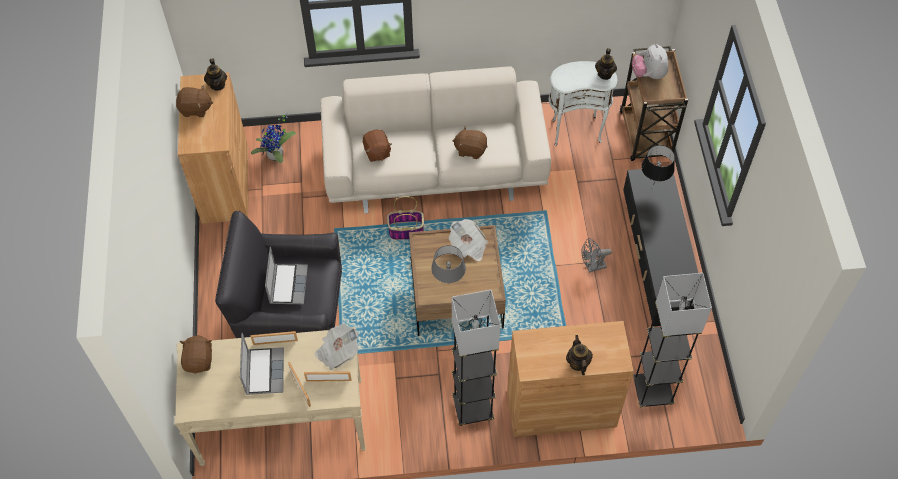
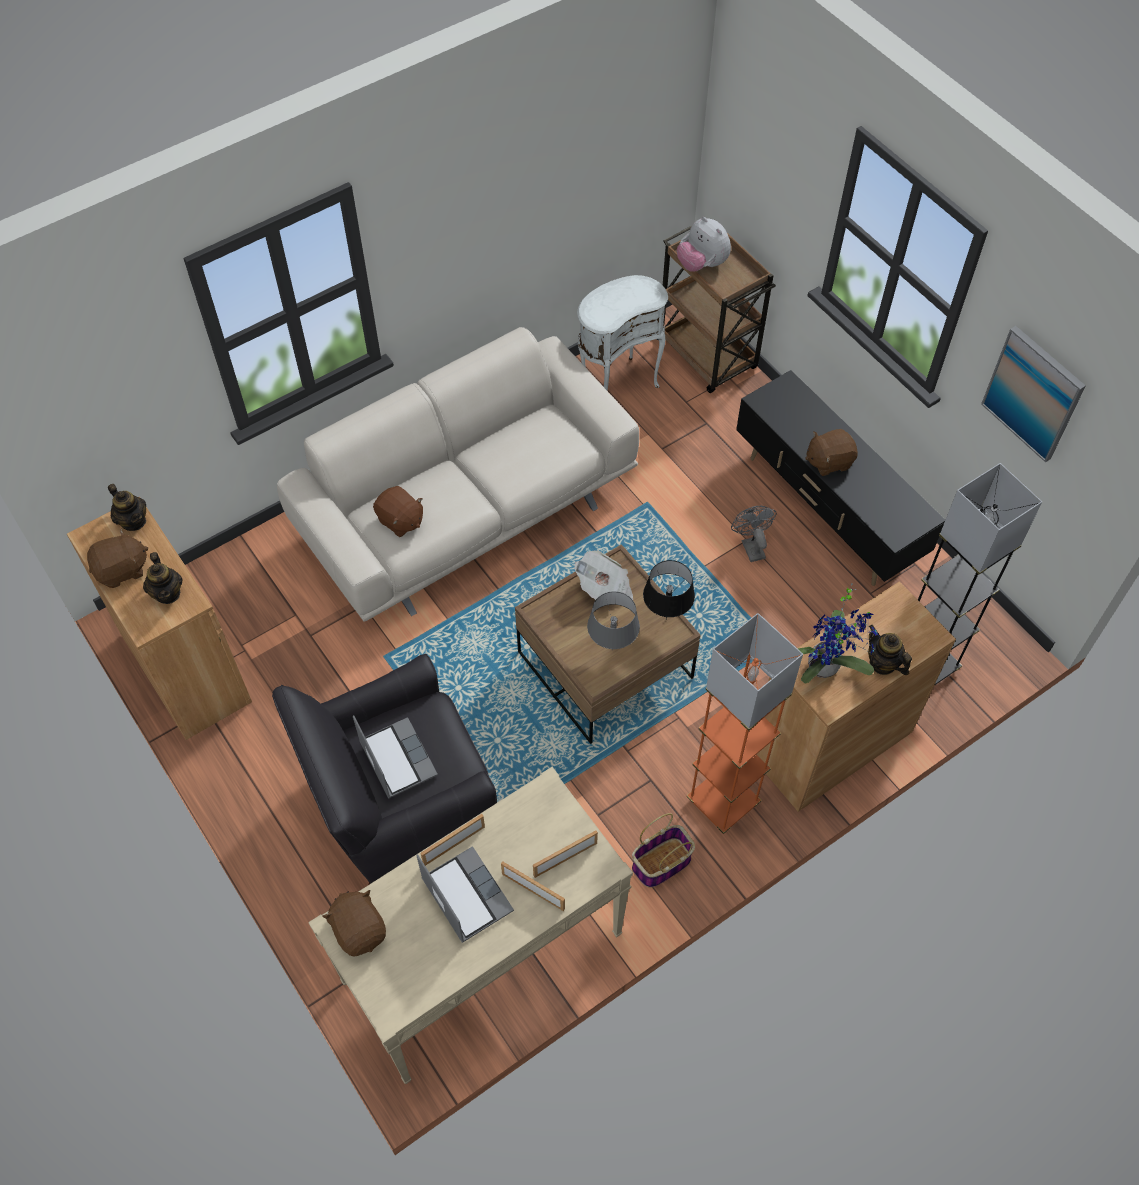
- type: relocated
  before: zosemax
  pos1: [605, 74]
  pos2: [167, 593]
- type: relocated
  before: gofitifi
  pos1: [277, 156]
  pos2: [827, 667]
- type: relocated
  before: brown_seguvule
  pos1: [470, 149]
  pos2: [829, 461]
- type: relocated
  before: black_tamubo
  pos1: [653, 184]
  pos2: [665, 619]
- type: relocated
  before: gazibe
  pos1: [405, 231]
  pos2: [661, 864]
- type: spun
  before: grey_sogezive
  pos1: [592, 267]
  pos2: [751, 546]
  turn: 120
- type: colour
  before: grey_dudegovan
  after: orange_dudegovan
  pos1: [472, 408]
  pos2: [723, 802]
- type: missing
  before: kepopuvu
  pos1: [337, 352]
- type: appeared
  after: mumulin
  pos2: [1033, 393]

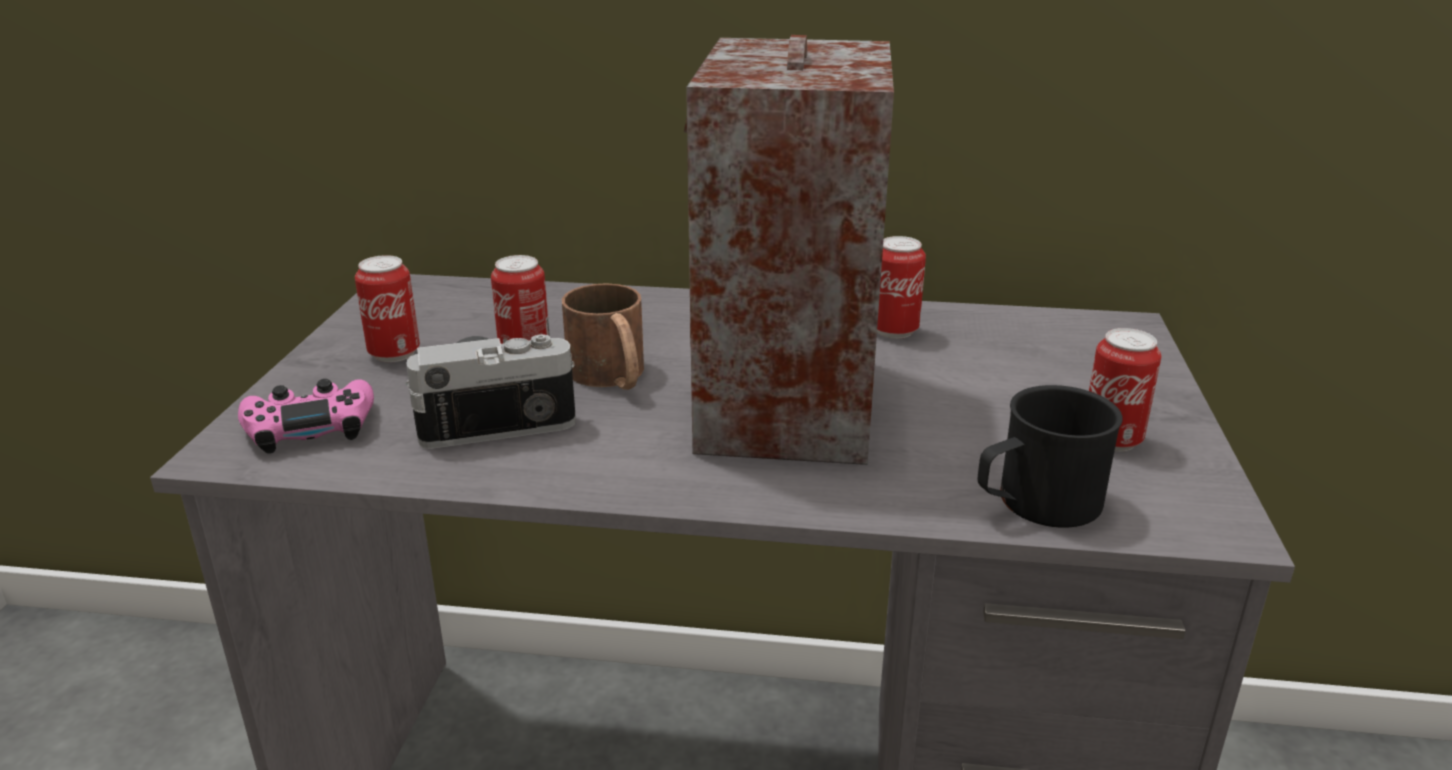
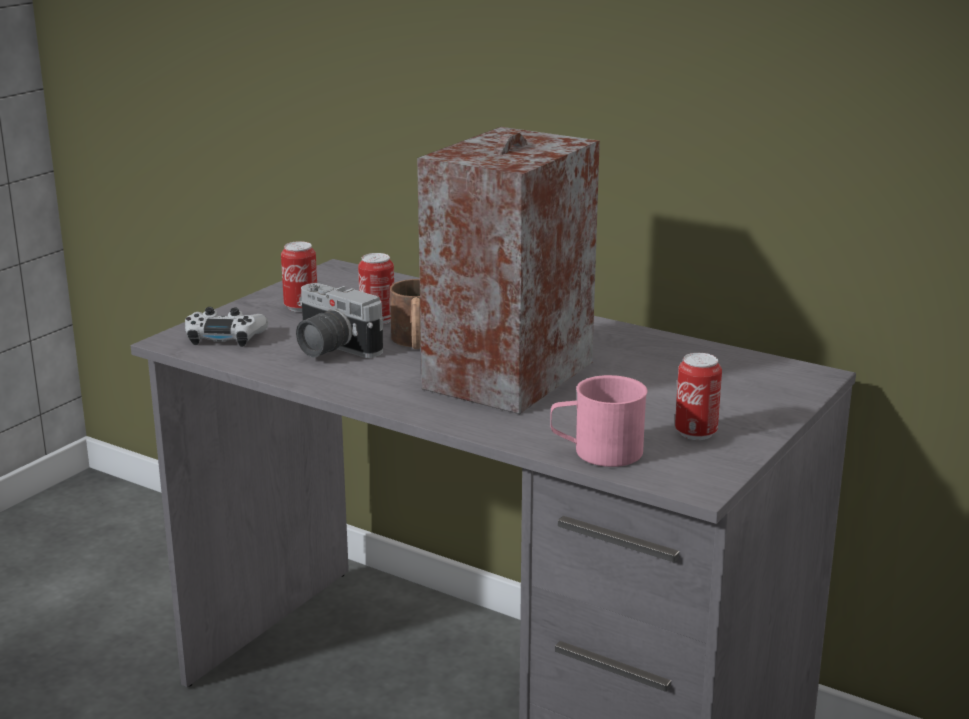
- type: missing
  before: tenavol
  pos1: [894, 331]
- type: spun
  before: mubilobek
  pos1: [495, 415]
  pos2: [329, 349]
  turn: -150
- type: colour
  before: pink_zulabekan
  after: white_zulabekan
  pos1: [310, 428]
  pos2: [225, 337]
- type: colour
  before: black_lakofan
  after: pink_lakofan
  pos1: [1035, 504]
  pos2: [597, 452]

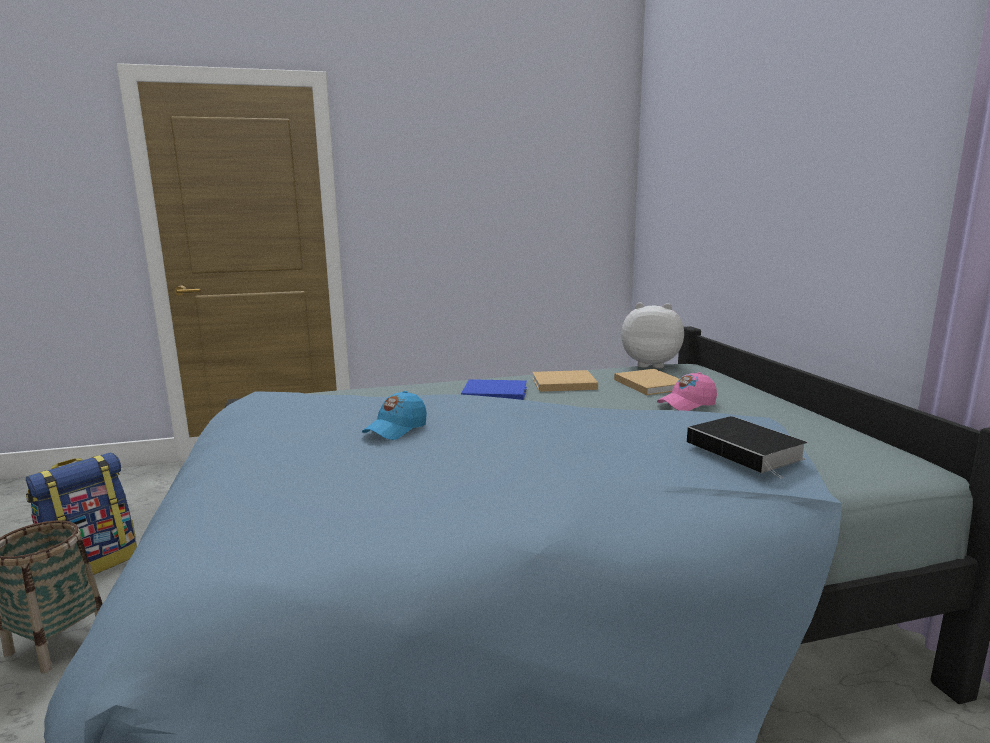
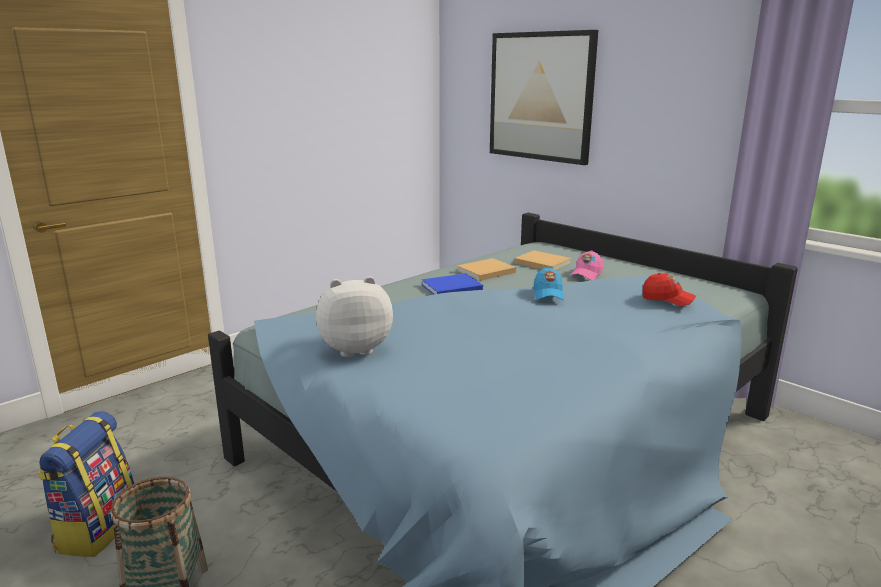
- type: relocated
  before: seguvule
  pos1: [650, 364]
  pos2: [355, 349]
- type: relocated
  before: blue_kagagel
  pos1: [396, 429]
  pos2: [548, 294]
- type: exchanged
  before: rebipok
  after: red_kagagel
  pos1: [747, 451]
  pos2: [668, 299]
- type: appeared
  after: mumulin
  pos2: [541, 97]

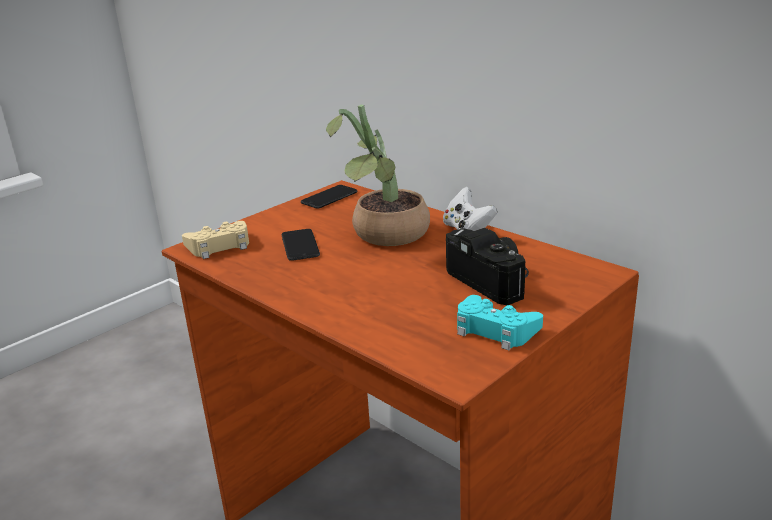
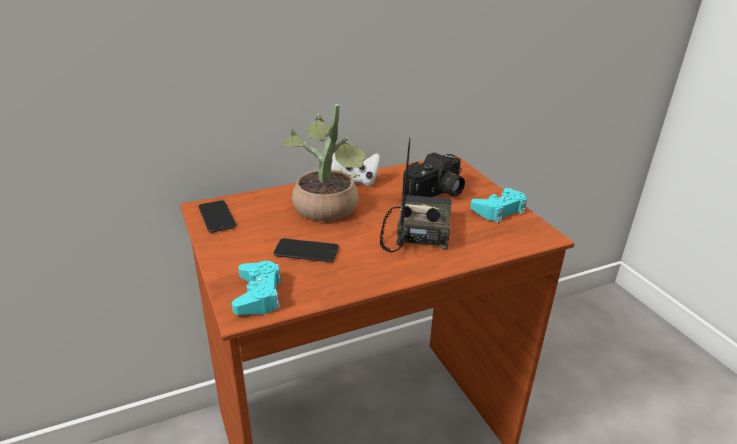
- type: colour
  before: beige_zulabekan
  after: turquoise_zulabekan
  pos1: [219, 246]
  pos2: [258, 294]
- type: spun
  before: mubilobek
  pos1: [492, 280]
  pos2: [436, 194]
  turn: 150
- type: appeared
  after: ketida
  pos2: [416, 232]

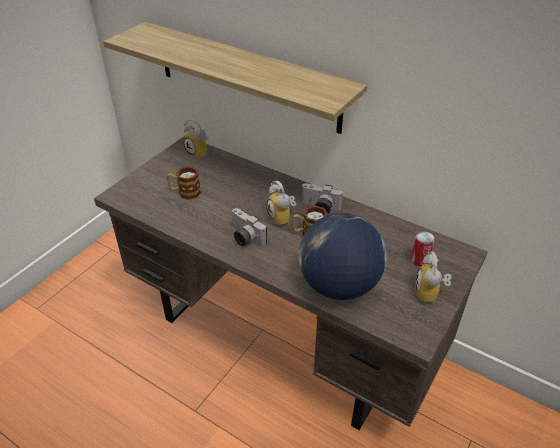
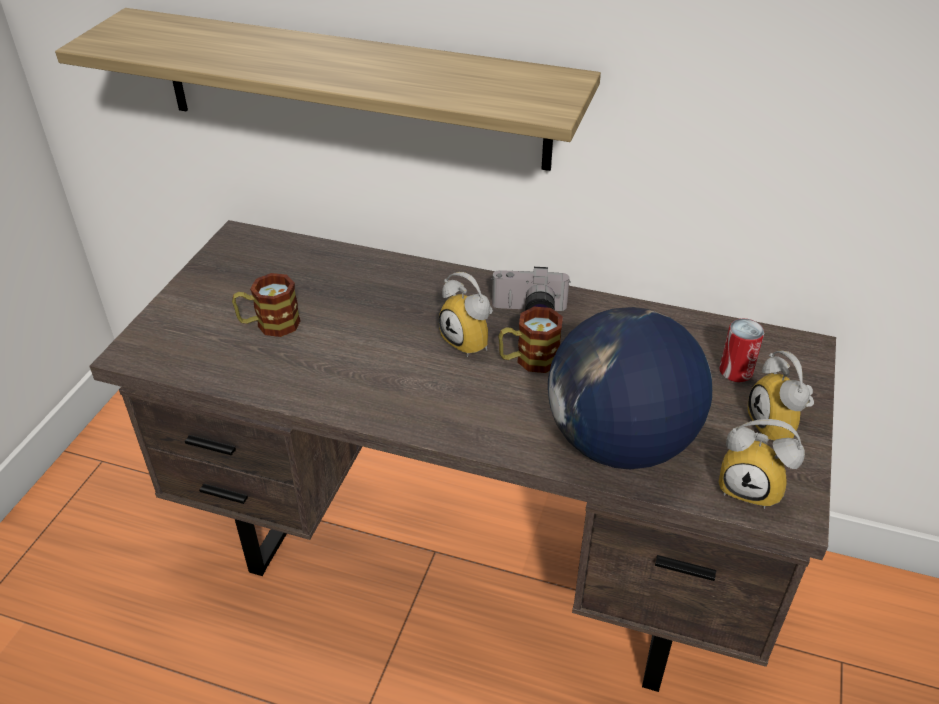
- type: relocated
  before: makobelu
  pos1: [200, 153]
  pos2: [752, 487]
- type: missing
  before: mubilobek
  pos1: [244, 238]

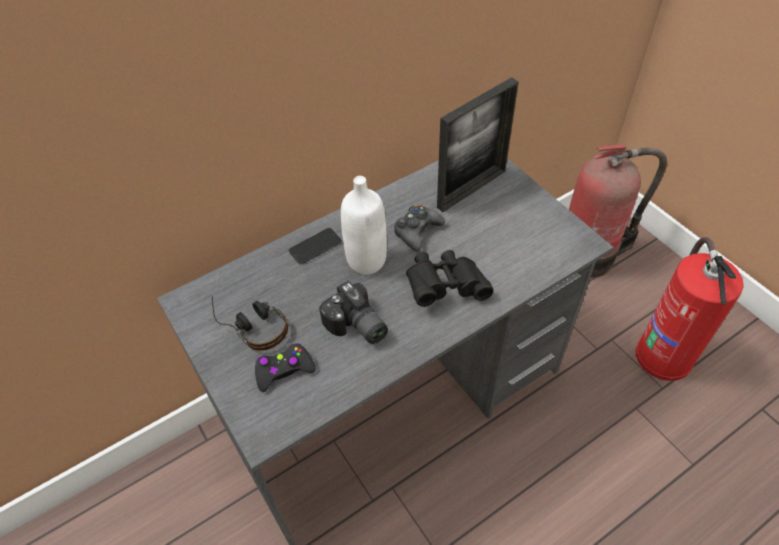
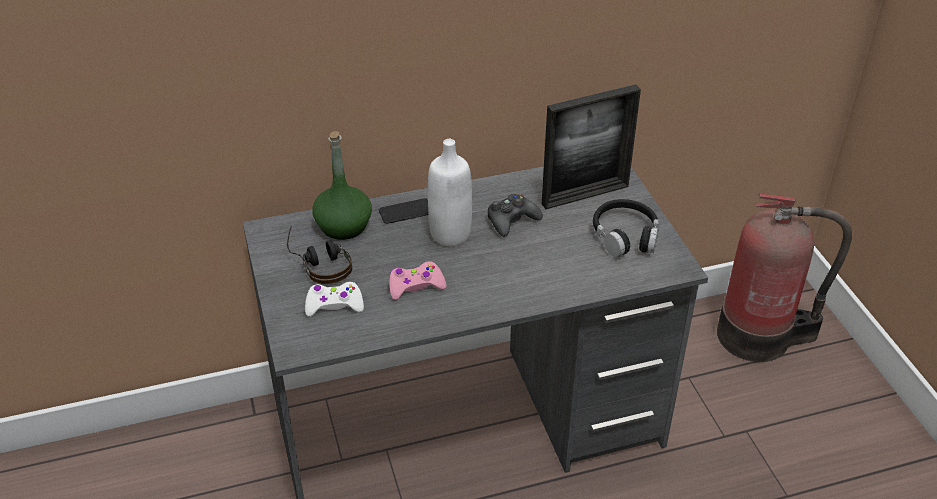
- type: missing
  before: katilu
  pos1: [663, 354]
- type: missing
  before: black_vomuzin
  pos1: [445, 287]
- type: exchanged
  before: mubilobek
  after: pink_zulabekan
  pos1: [356, 327]
  pos2: [415, 286]
- type: colour
  before: black_zulabekan
  after: white_zulabekan
  pos1: [284, 370]
  pos2: [334, 305]
- type: appeared
  after: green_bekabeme
  pos2: [343, 226]
- type: appeared
  after: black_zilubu
  pos2: [625, 235]

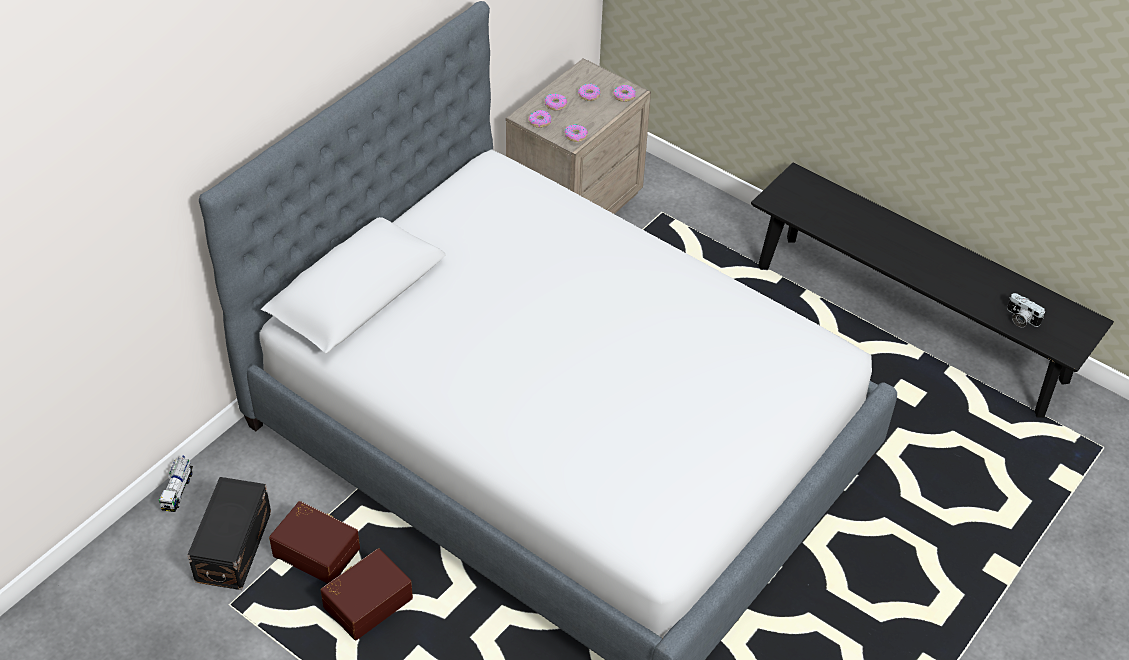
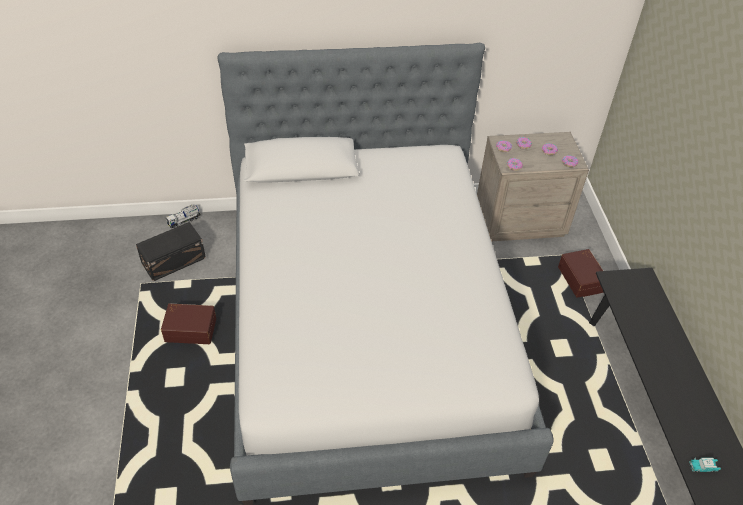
- type: exchanged
  before: mubilobek
  after: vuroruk
  pos1: [1020, 319]
  pos2: [703, 467]
- type: relocated
  before: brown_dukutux
  pos1: [317, 550]
  pos2: [581, 279]

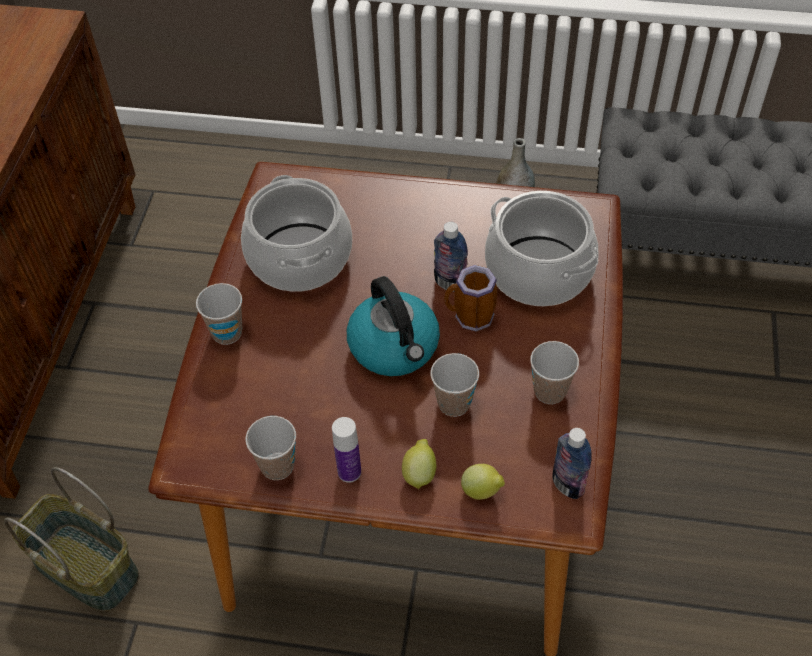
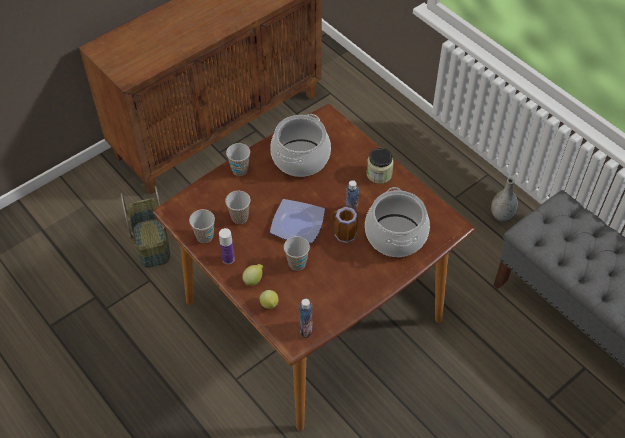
- type: exchanged
  before: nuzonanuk
  after: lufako
  pos1: [395, 347]
  pos2: [298, 223]
- type: relocated
  before: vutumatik
  pos1: [550, 391]
  pos2: [239, 217]
- type: appeared
  after: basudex
  pos2: [379, 174]

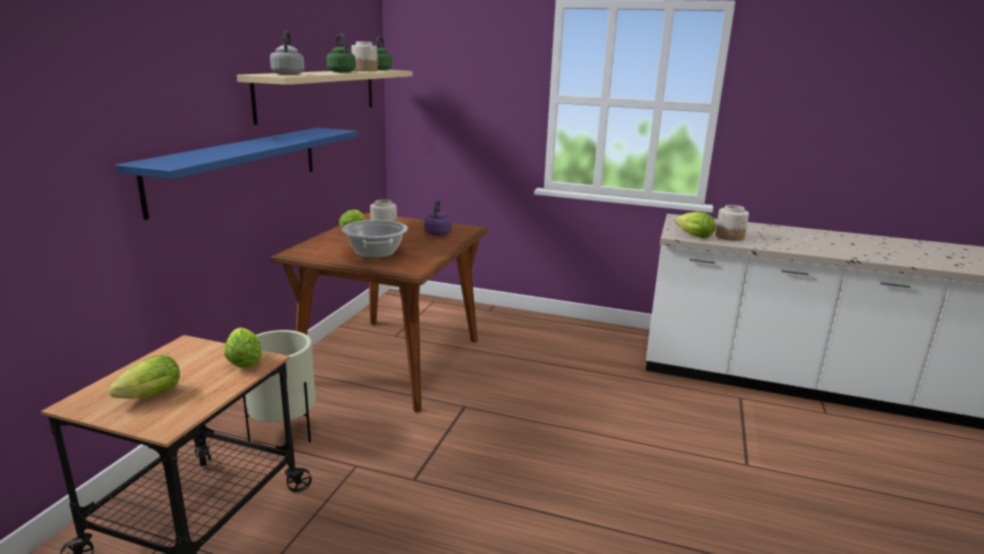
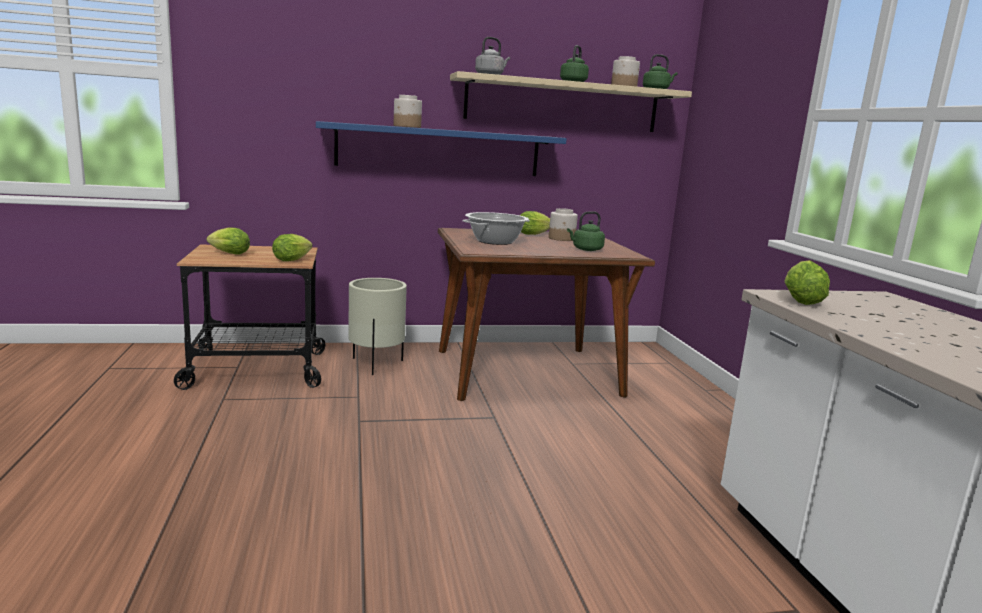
- type: colour
  before: purple_nuzonanuk
  after: green_nuzonanuk
  pos1: [437, 234]
  pos2: [586, 249]
- type: relocated
  before: basudex
  pos1: [730, 237]
  pos2: [407, 126]

